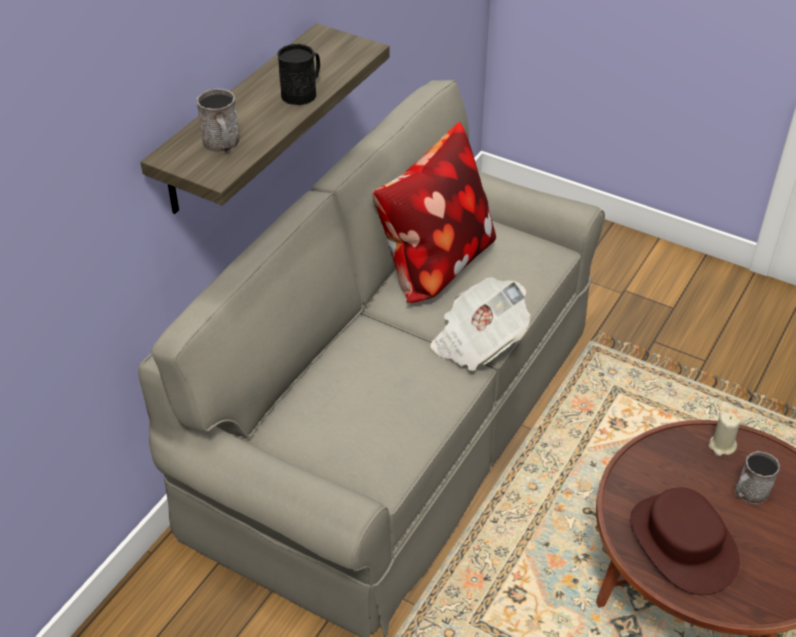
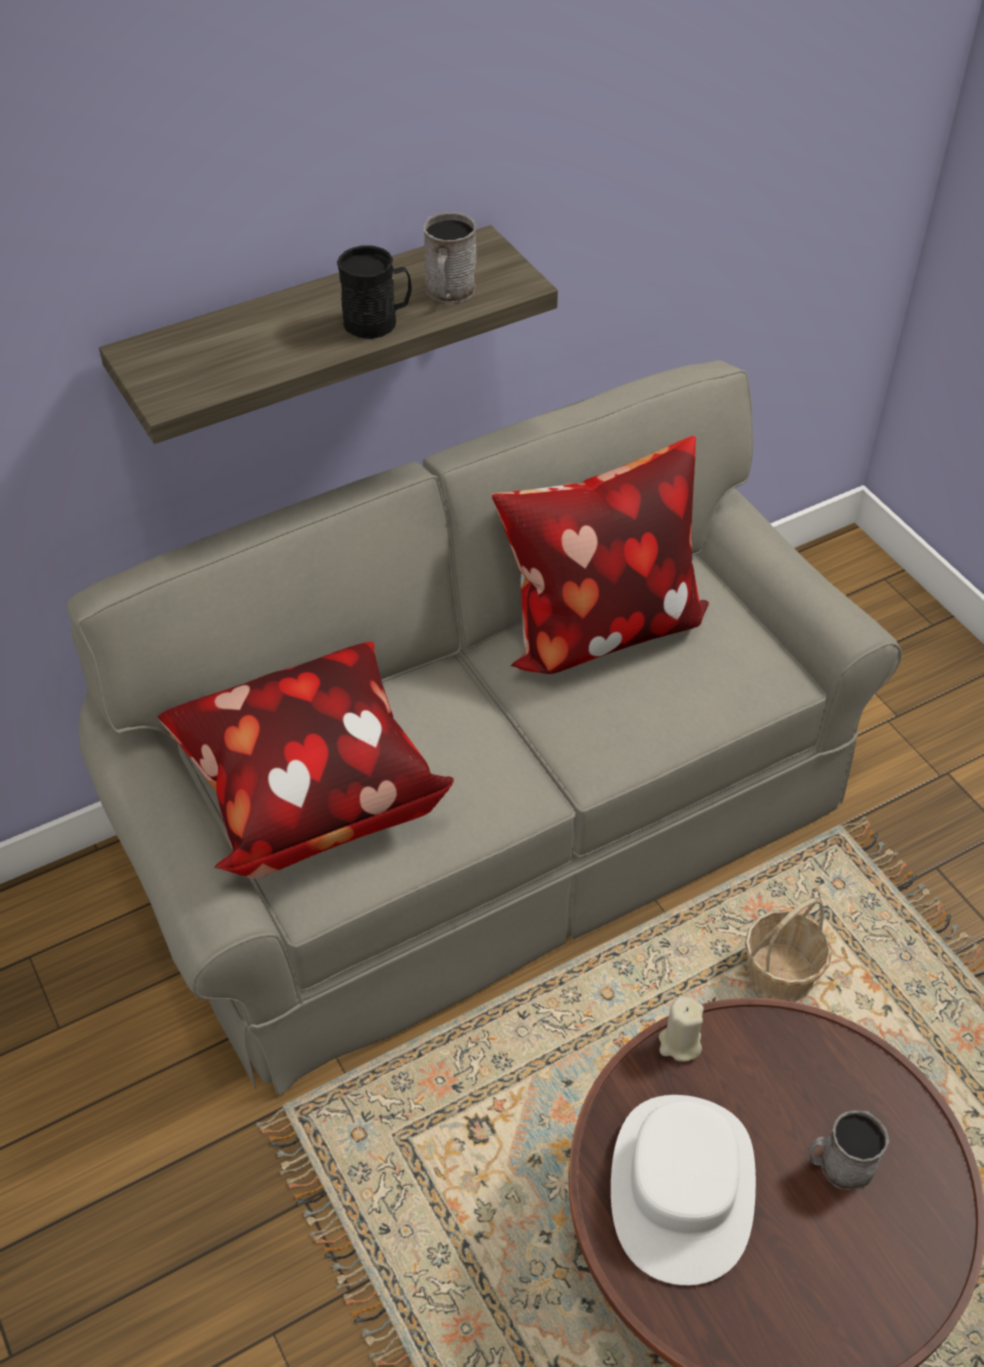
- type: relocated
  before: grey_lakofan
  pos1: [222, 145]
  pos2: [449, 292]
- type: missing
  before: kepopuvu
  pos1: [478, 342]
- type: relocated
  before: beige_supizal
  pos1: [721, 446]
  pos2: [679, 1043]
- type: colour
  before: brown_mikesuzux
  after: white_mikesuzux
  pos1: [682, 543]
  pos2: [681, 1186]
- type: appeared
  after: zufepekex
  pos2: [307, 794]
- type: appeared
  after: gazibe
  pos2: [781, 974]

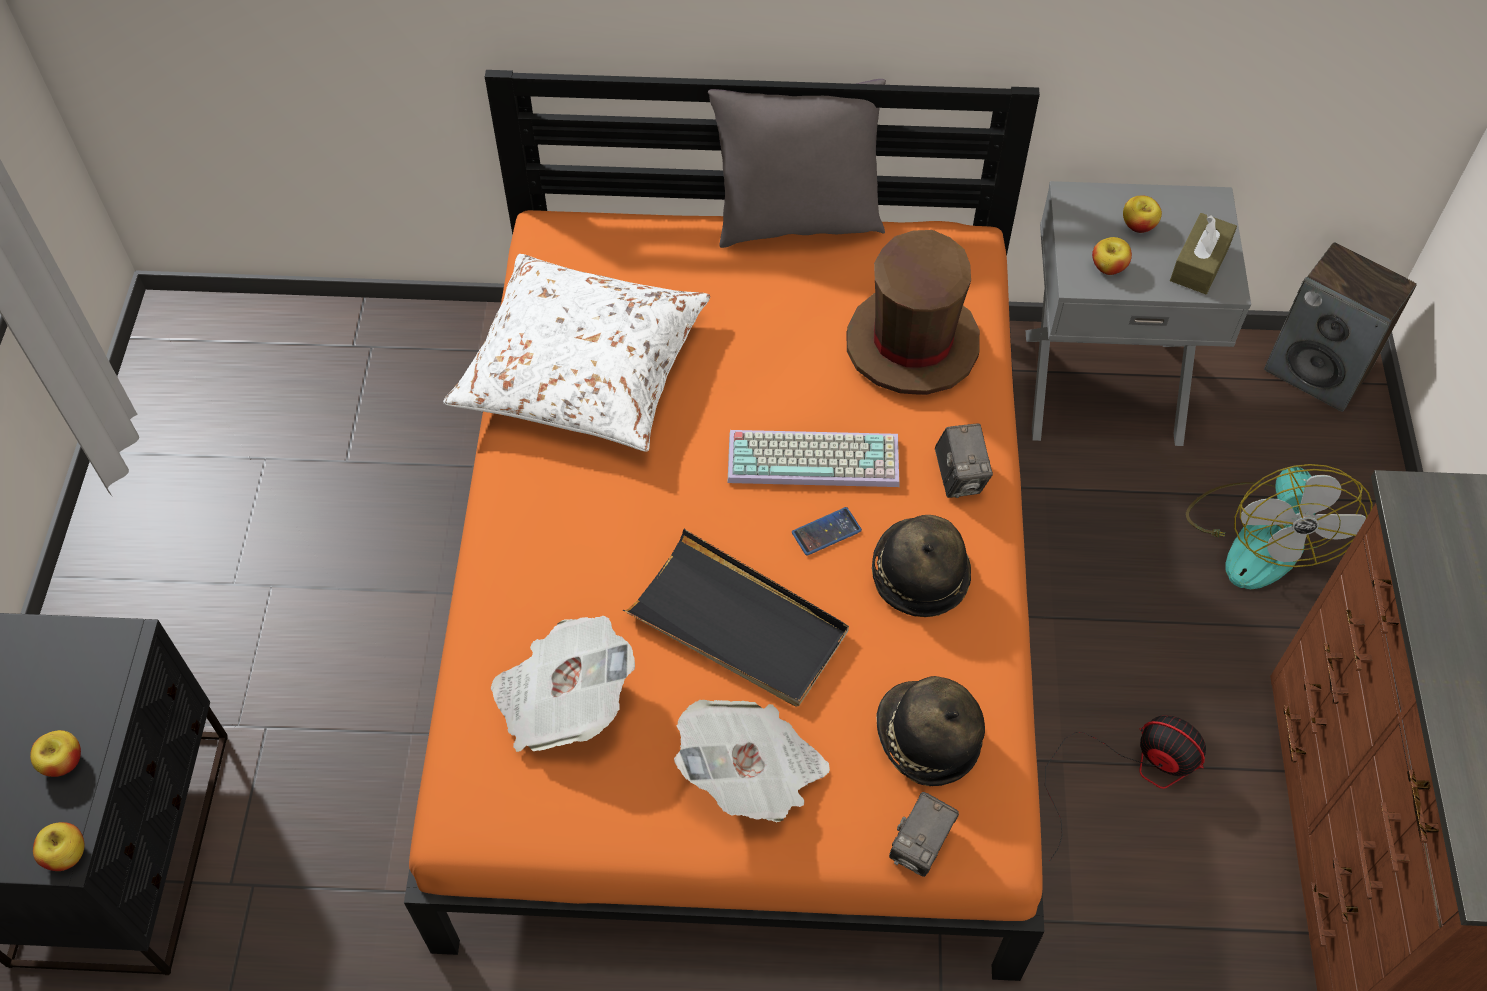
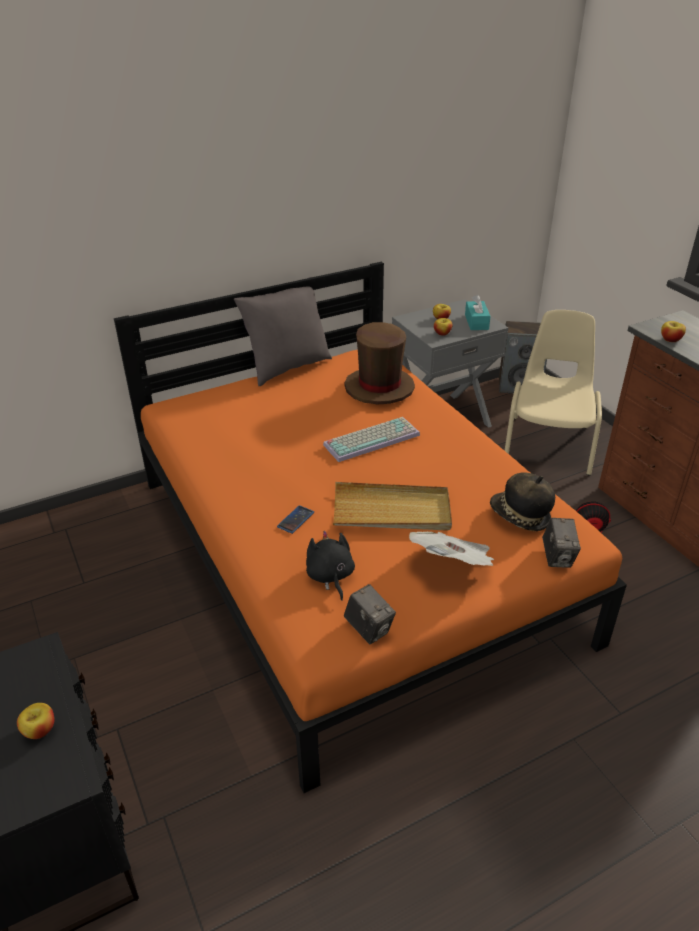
- type: colour
  before: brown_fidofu
  after: turquoise_fidofu
  pos1: [1199, 264]
  pos2: [476, 322]
- type: missing
  before: white_zufepekex
  pos1: [582, 368]
- type: relocated
  before: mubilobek
  pos1: [959, 477]
  pos2: [369, 629]
- type: exchanged
  before: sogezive
  after: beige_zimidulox
  pos1: [1260, 536]
  pos2: [549, 444]
- type: relocated
  before: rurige
  pos1: [826, 532]
  pos2: [295, 520]
- type: missing
  before: mikesuzux
  pos1: [918, 574]
- type: colour
  before: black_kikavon
  after: beige_kikavon
  pos1: [738, 624]
  pos2: [392, 511]
- type: exchanged
  before: kepopuvu
  after: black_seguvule
  pos1: [563, 700]
  pos2: [330, 576]
- type: relocated
  before: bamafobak
  pos1: [66, 855]
  pos2: [670, 340]

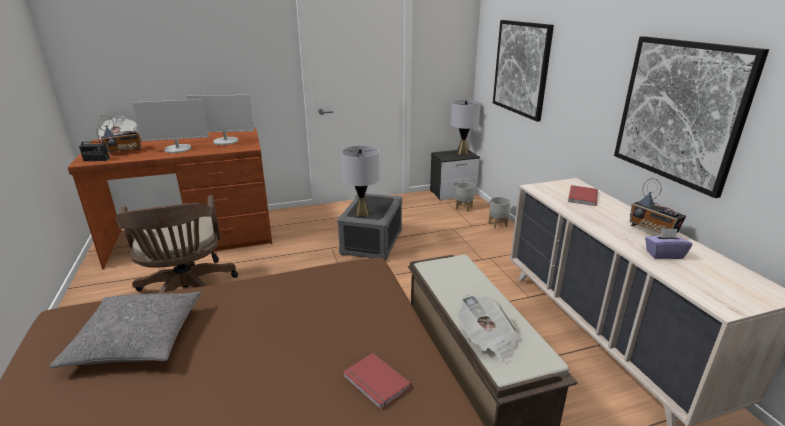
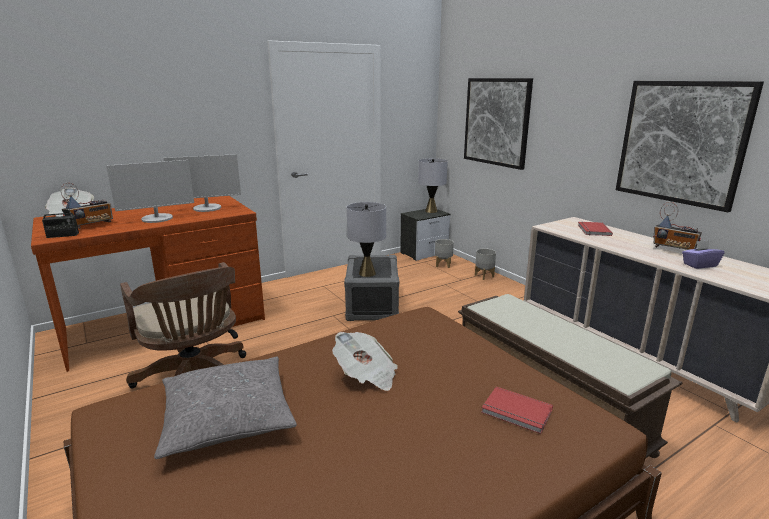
- type: relocated
  before: kepopuvu
  pos1: [488, 340]
  pos2: [366, 375]

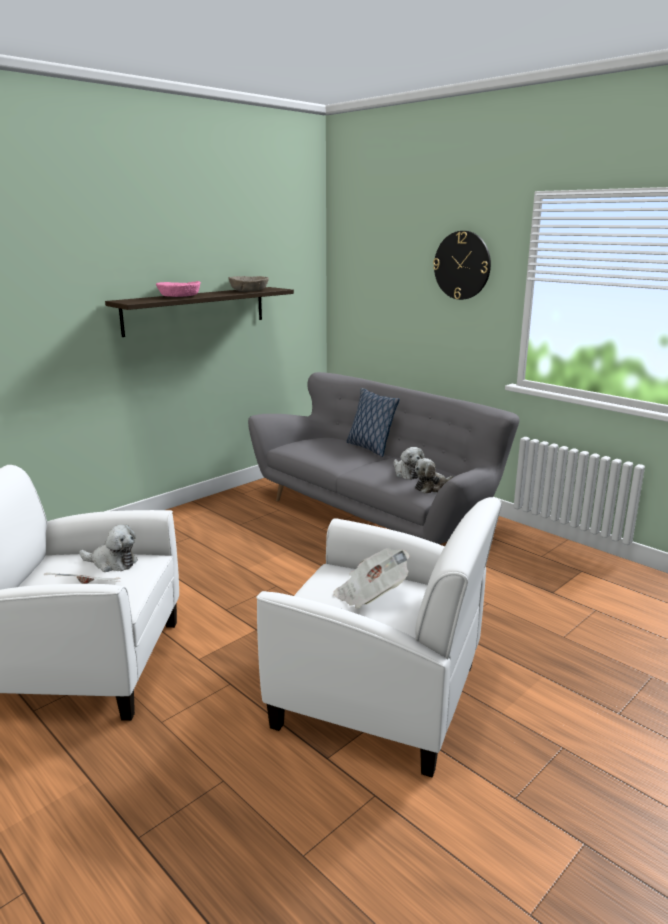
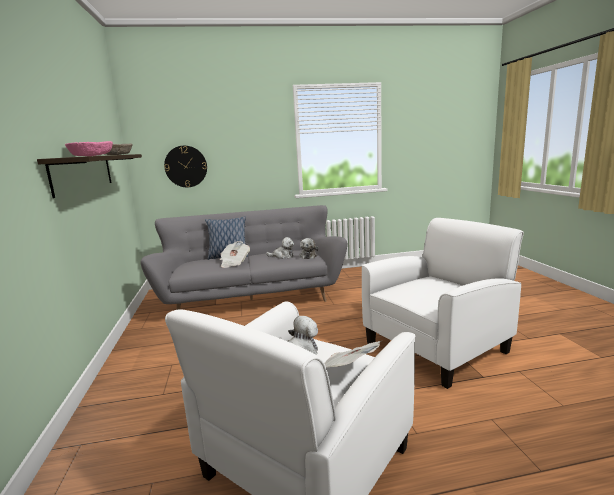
- type: relocated
  before: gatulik
  pos1: [462, 265]
  pos2: [186, 166]
- type: relocated
  before: kepopuvu
  pos1: [371, 595]
  pos2: [234, 263]

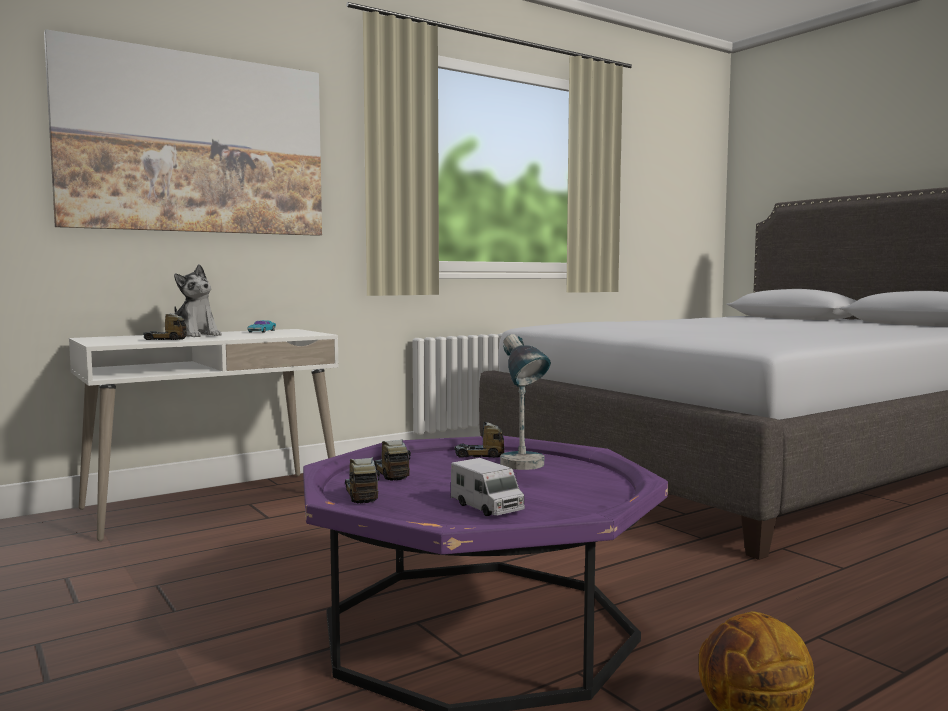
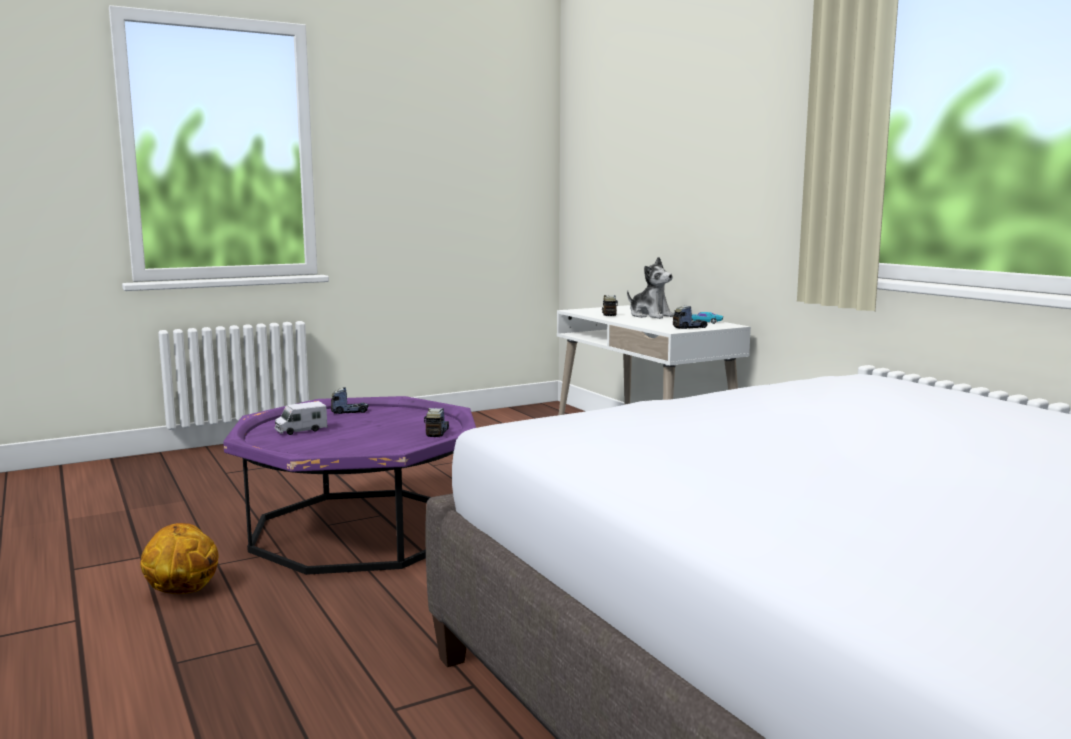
- type: missing
  before: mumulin
  pos1: [195, 144]
- type: spun
  before: seguvule
  pos1: [194, 335]
  pos2: [650, 316]
  turn: -90
- type: missing
  before: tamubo
  pos1: [524, 469]
- type: relocated
  before: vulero
  pos1: [391, 474]
  pos2: [689, 327]

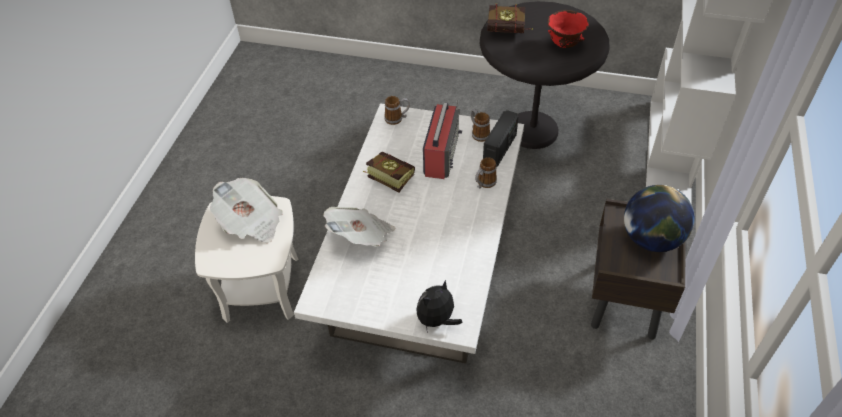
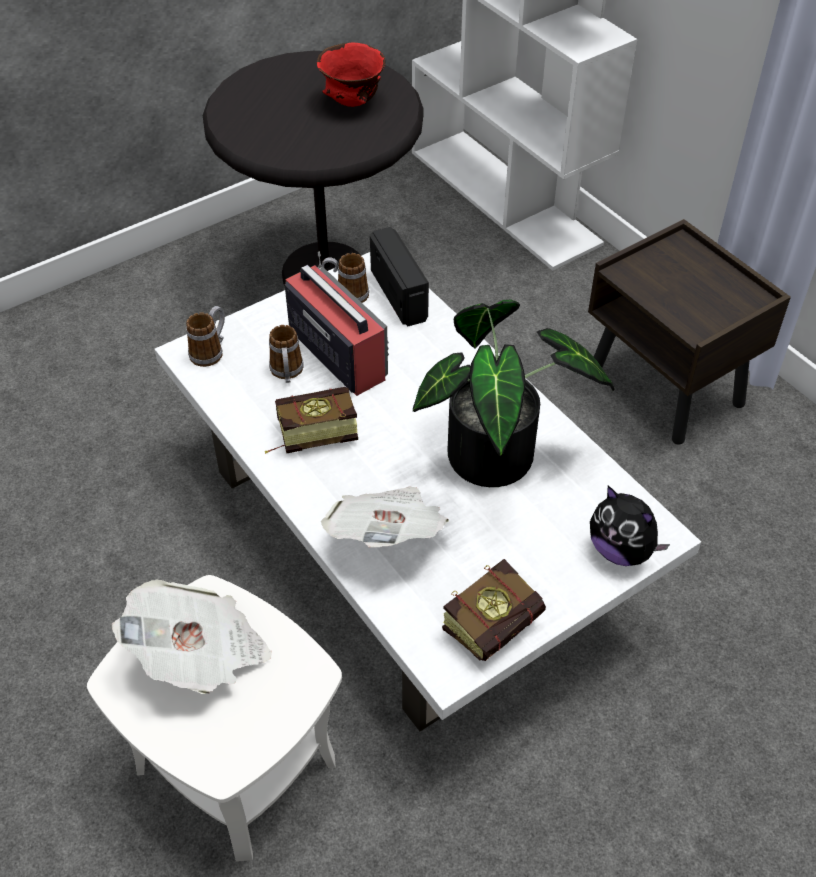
- type: relocated
  before: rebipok
  pos1: [510, 32]
  pos2: [499, 622]
- type: relocated
  before: lakofan
  pos1: [484, 184]
  pos2: [287, 373]
- type: missing
  before: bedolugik
  pos1: [651, 239]
- type: spun
  before: seguvule
  pos1: [437, 320]
  pos2: [621, 550]
  turn: -45
- type: appeared
  after: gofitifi
  pos2: [500, 460]

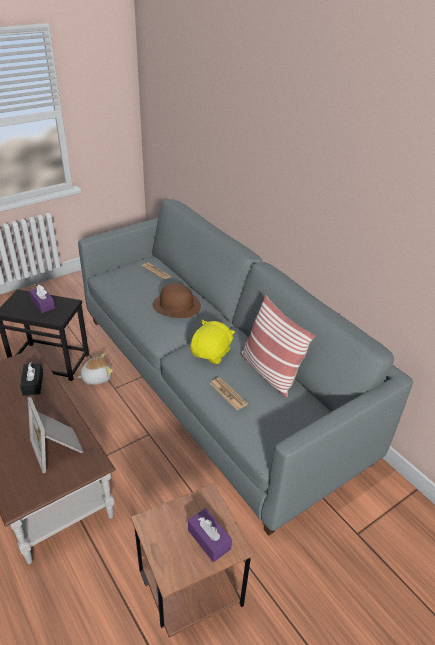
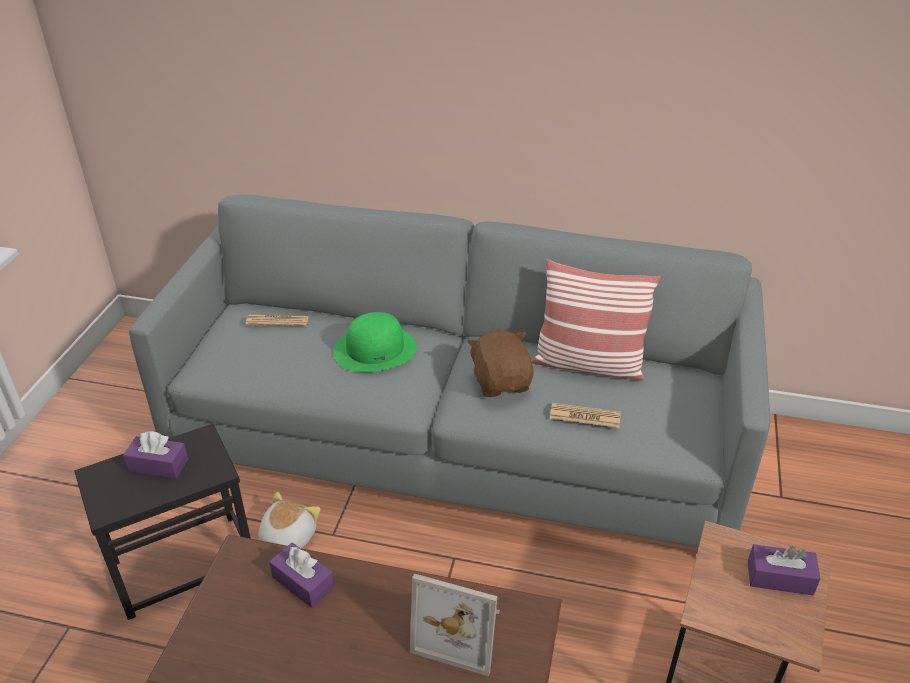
- type: colour
  before: brown_mikesuzux
  after: green_mikesuzux
  pos1: [176, 305]
  pos2: [375, 349]
- type: colour
  before: yellow_seguvule
  after: brown_seguvule
  pos1: [211, 353]
  pos2: [501, 382]
- type: colour
  before: black_fidofu
  after: purple_fidofu
  pos1: [33, 384]
  pos2: [303, 582]

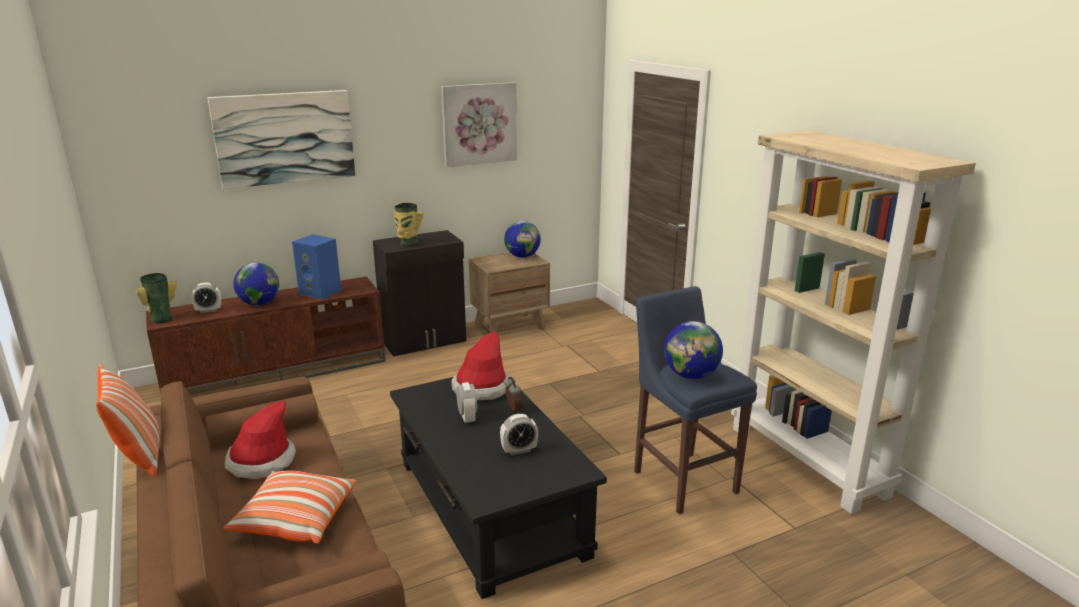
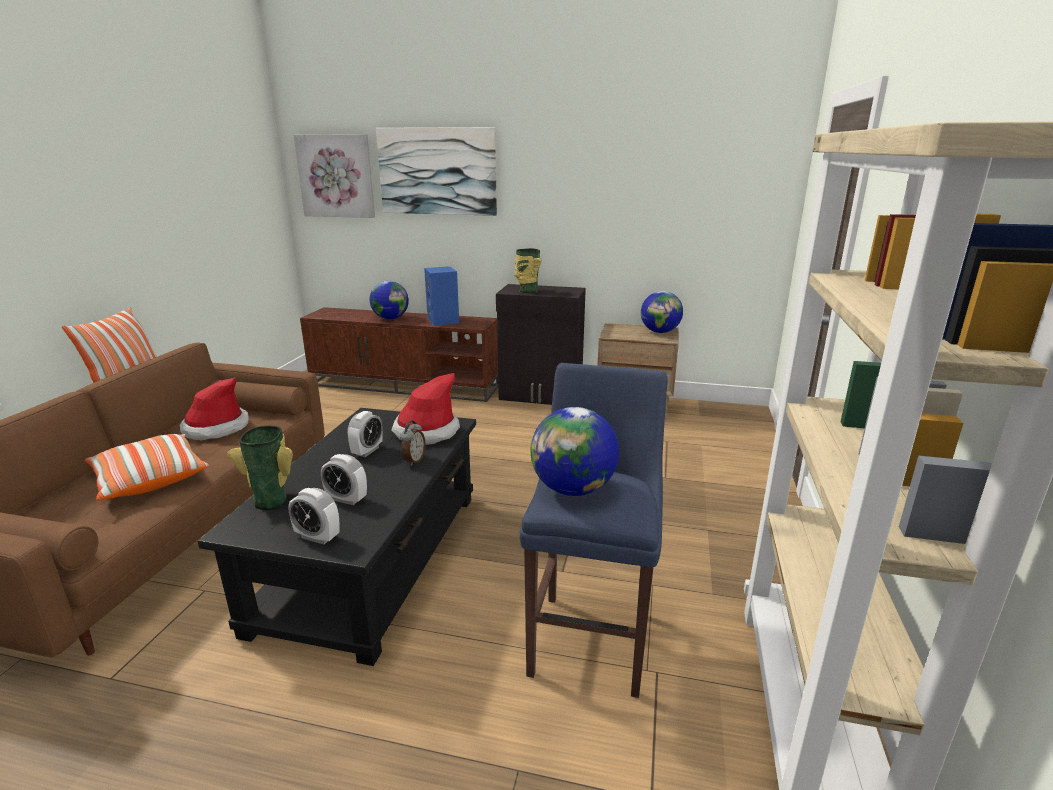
- type: relocated
  before: mumulin
  pos1: [479, 124]
  pos2: [336, 176]
- type: relocated
  before: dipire
  pos1: [161, 319]
  pos2: [273, 499]
- type: relocated
  before: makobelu
  pos1: [208, 310]
  pos2: [317, 537]

